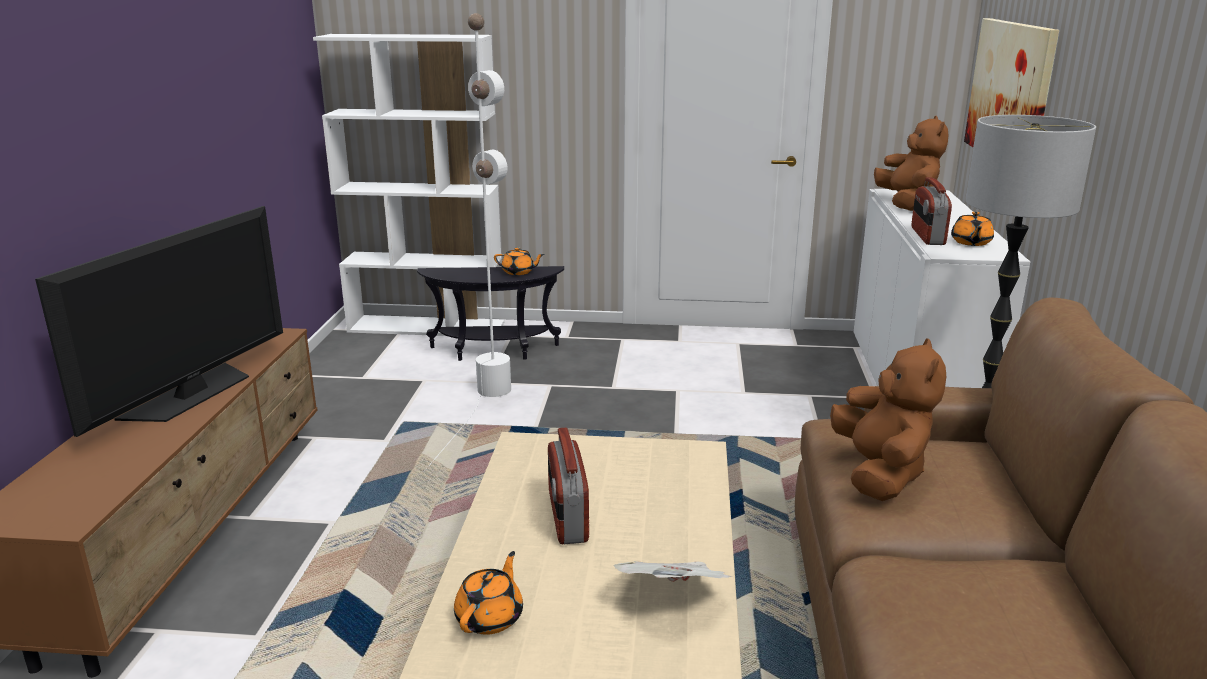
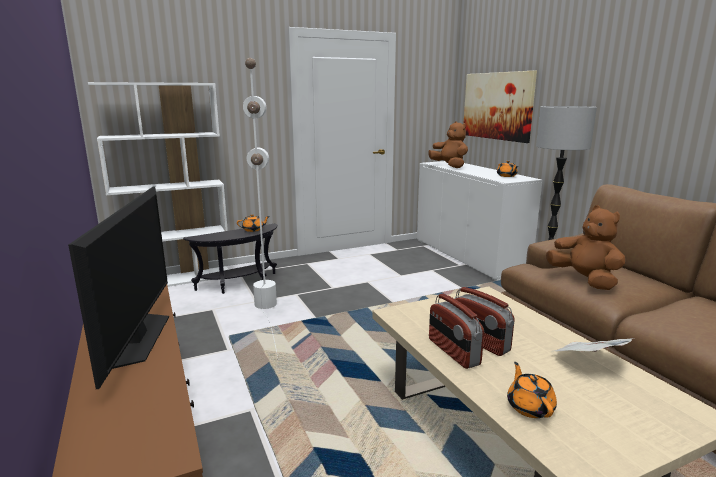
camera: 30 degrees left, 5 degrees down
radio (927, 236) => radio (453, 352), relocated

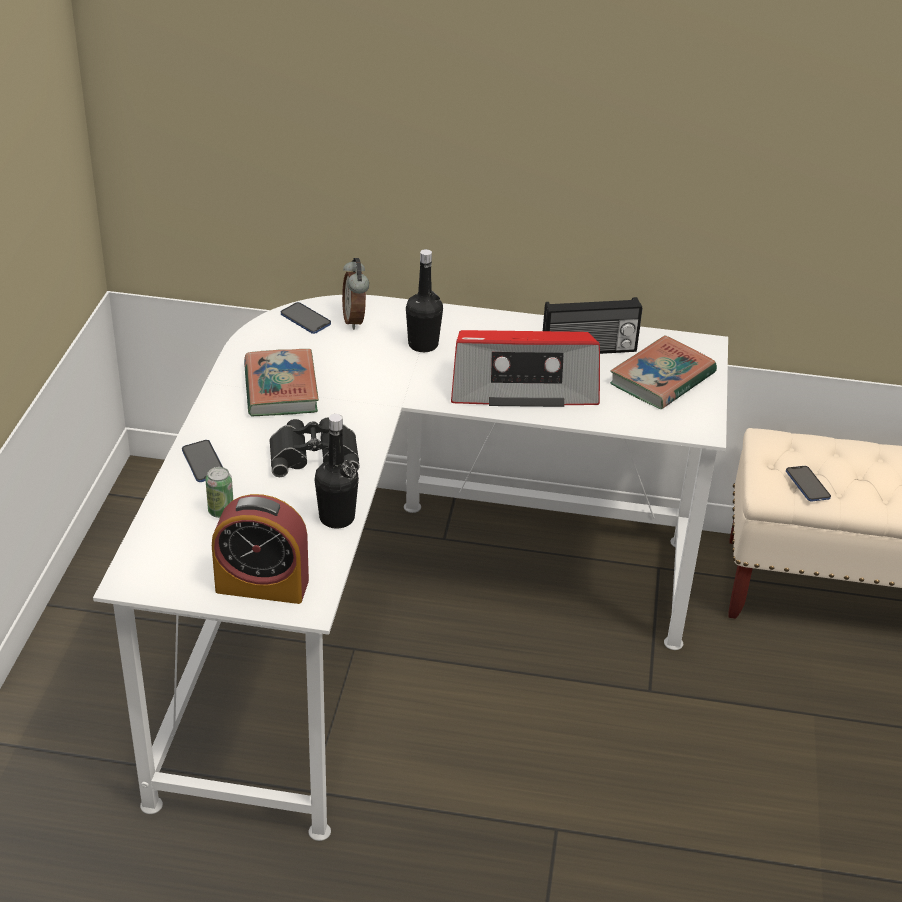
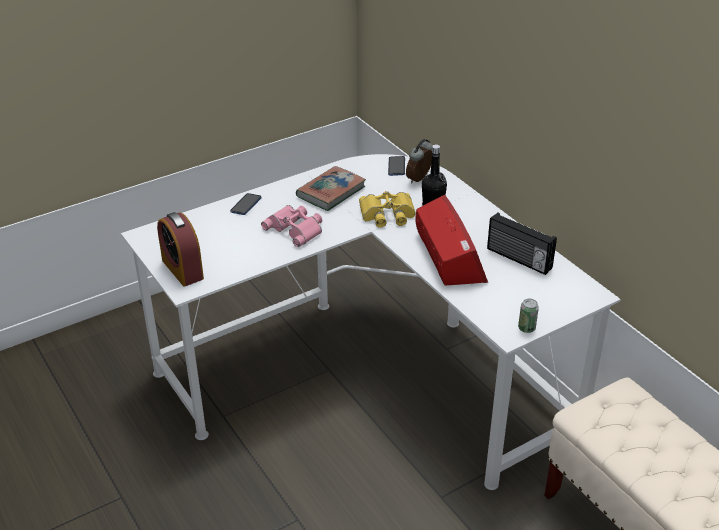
camera: 50 degrees right, 0 degrees up
radio (523, 385) => radio (449, 256), 150 degrees counterclockwise
book (662, 379) => nothing
black bottle (337, 518) => nothing
black binoculars (314, 453) => pink binoculars (296, 228)
phone (807, 485) => nothing
can (221, 511) => can (526, 328), relocated
nothing => yellow binoculars (387, 215)

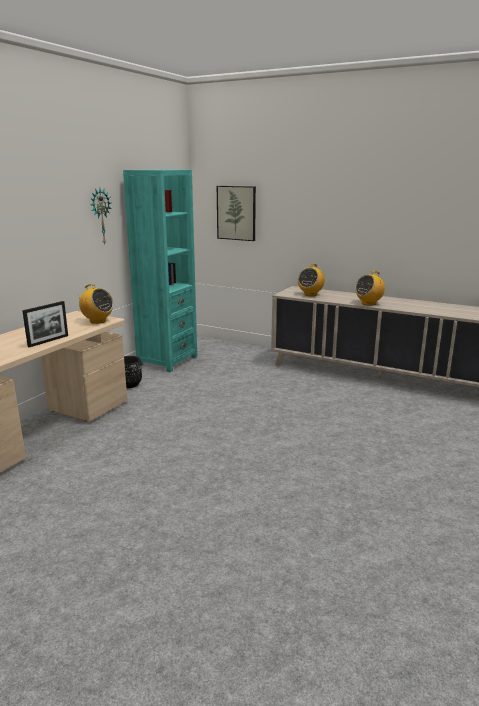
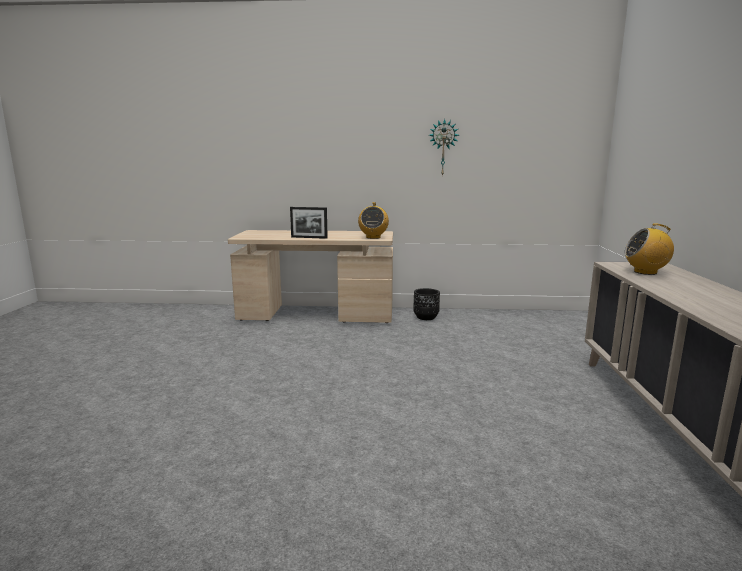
camera: 65 degrees right, 5 degrees down
turquoise bookcase (167, 361) => nothing
picture (236, 213) => nothing
radio (368, 303) => nothing

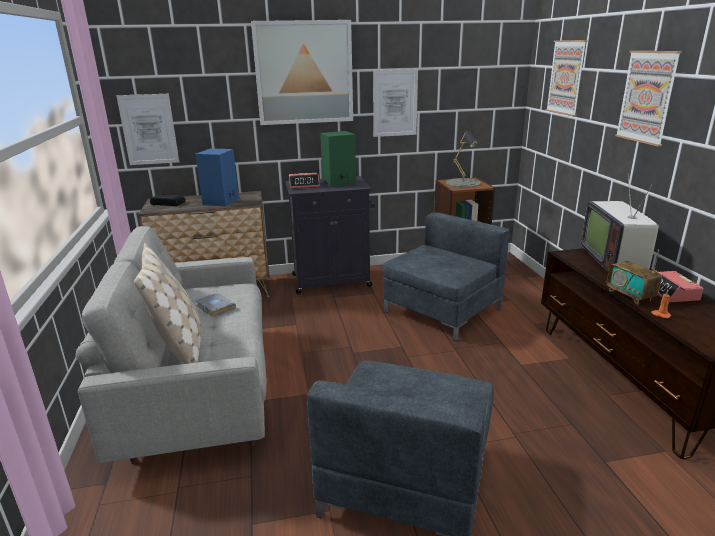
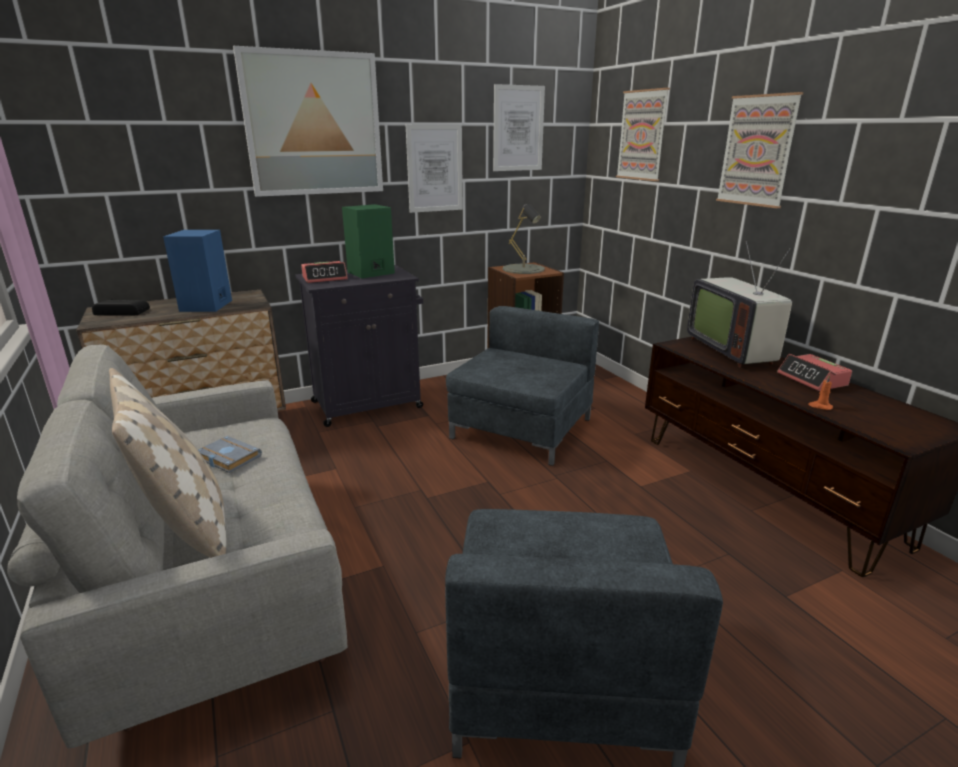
camera: 15 degrees left, 0 degrees up
picture (149, 129) => picture (518, 128), relocated
radio (630, 295) => nothing

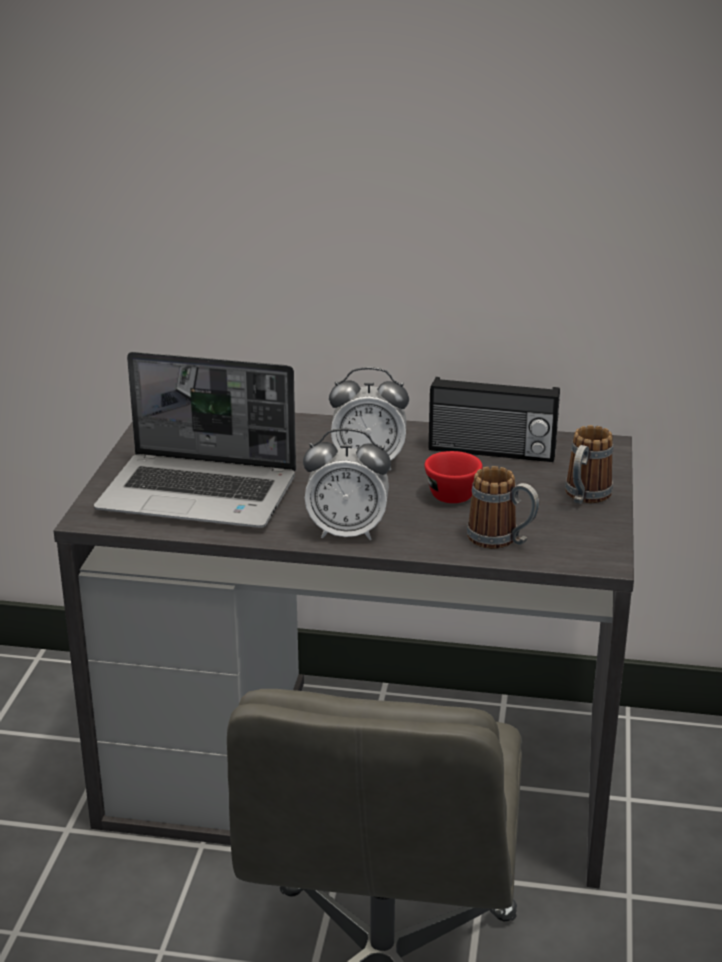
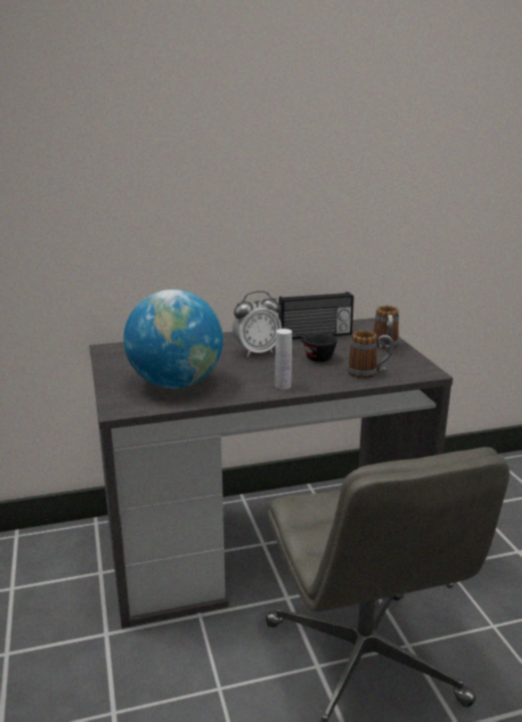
camera: 25 degrees left, 5 degrees down
laptop (201, 494) => globe (176, 384)
alarm clock (347, 532) => white bottle (283, 386)
red cup (449, 492) => black cup (315, 357)

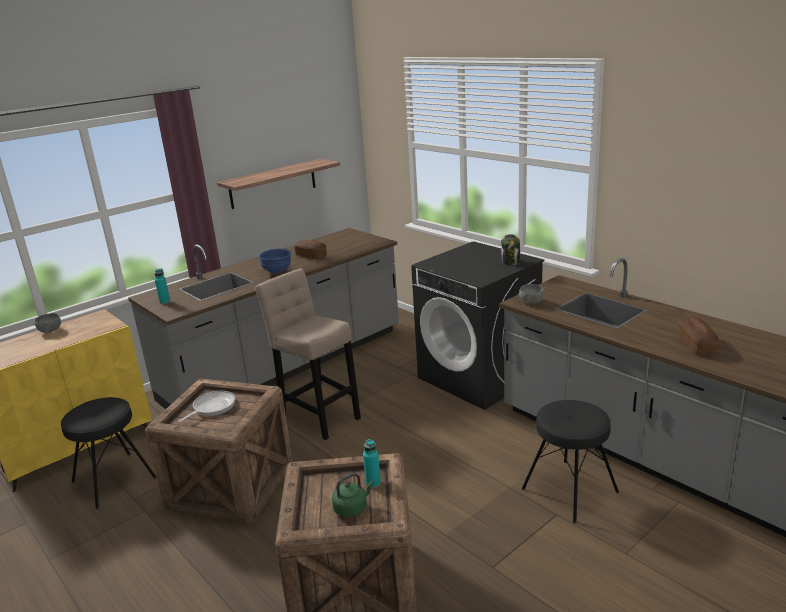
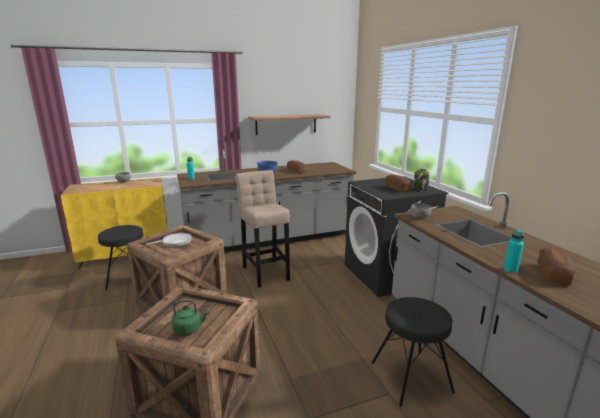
camera: 20 degrees right, 5 degrees down
turquoise bottle (373, 483) => turquoise bottle (510, 270), relocated
nothing => bread (397, 188)

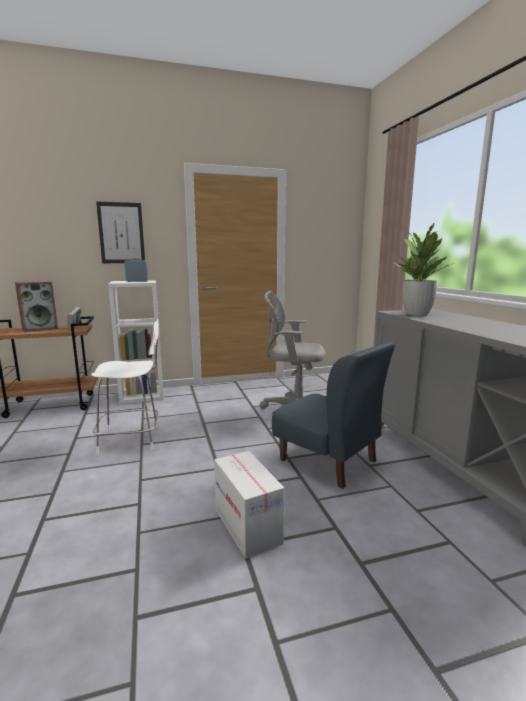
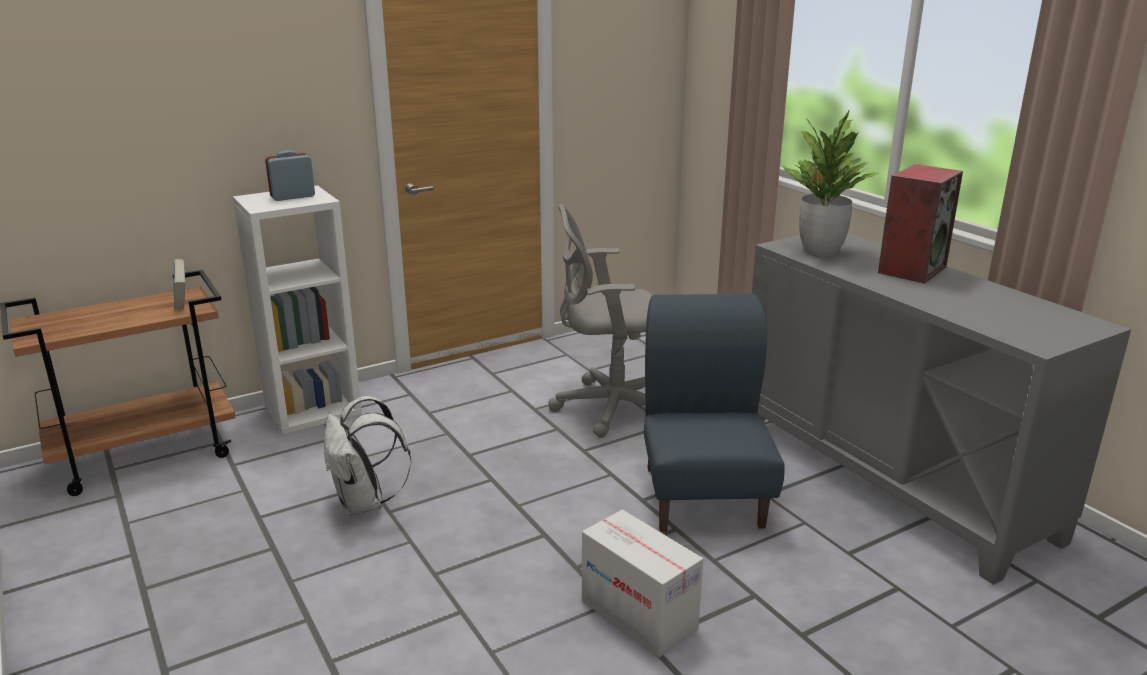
camera: 15 degrees left, 10 degrees up
picture (121, 233) => nothing
speaker (40, 328) => speaker (911, 269), relocated
white chair (132, 439) => white backpack (365, 504)
blue chair (328, 460) => blue chair (704, 495), 120 degrees counterclockwise

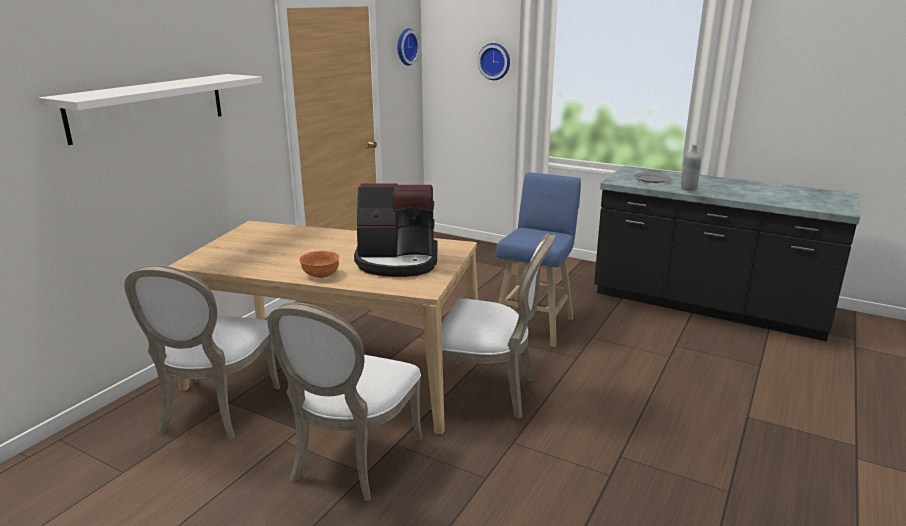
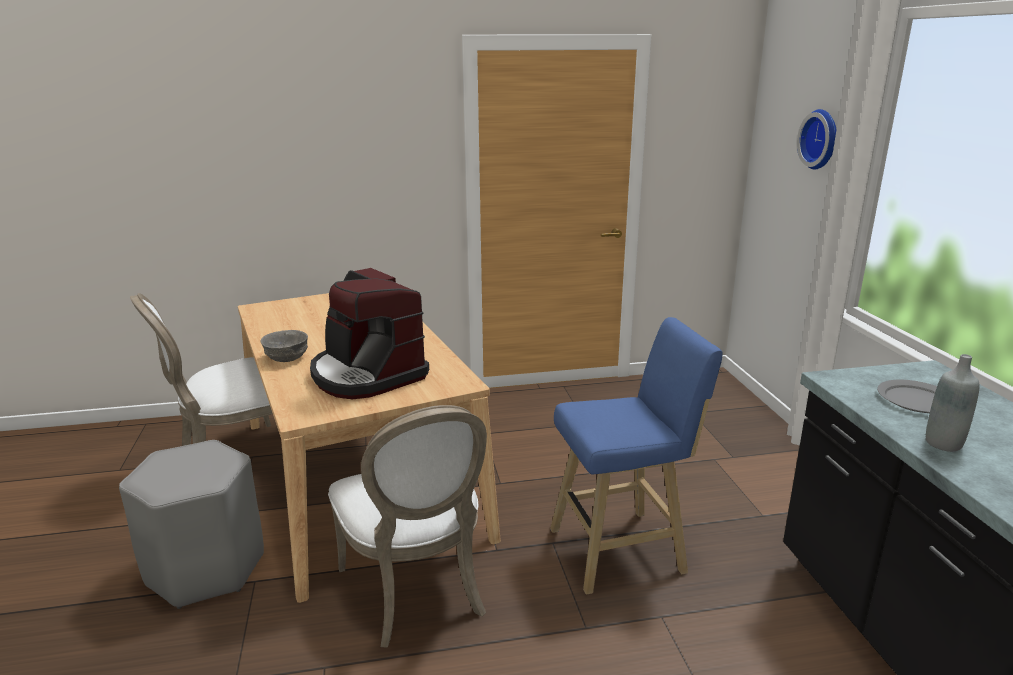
camera: 50 degrees right, 0 degrees up
wall clock (405, 47) => nothing
white shelf (148, 106) => nothing
orange bowl (321, 274) => grey bowl (287, 358)
white chair (351, 461) => grey stool (205, 569)

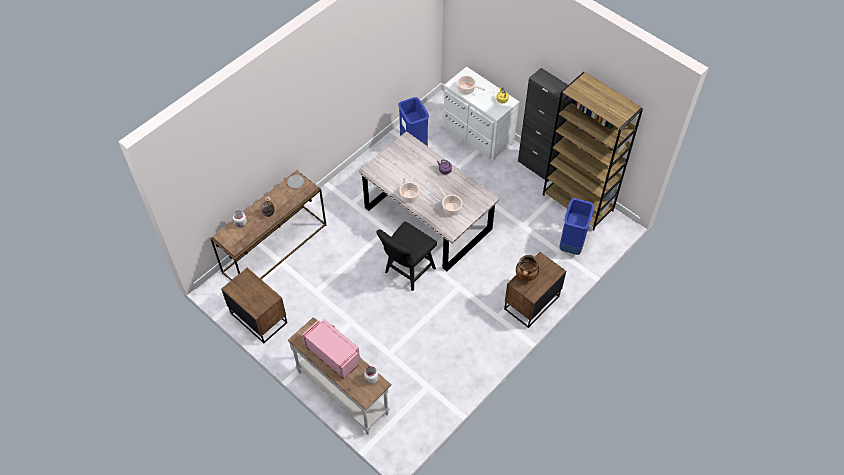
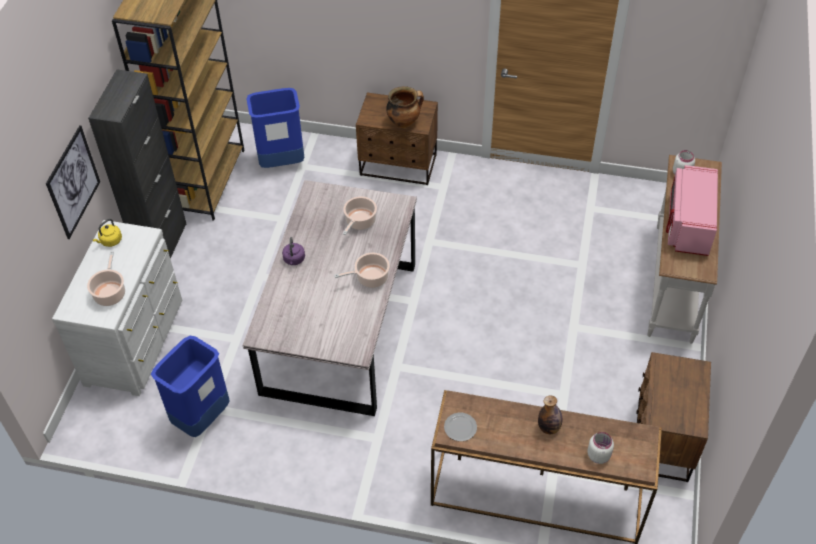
camera: 120 degrees left, 5 degrees down
black chair (407, 272) => nothing
nothing => picture (73, 182)

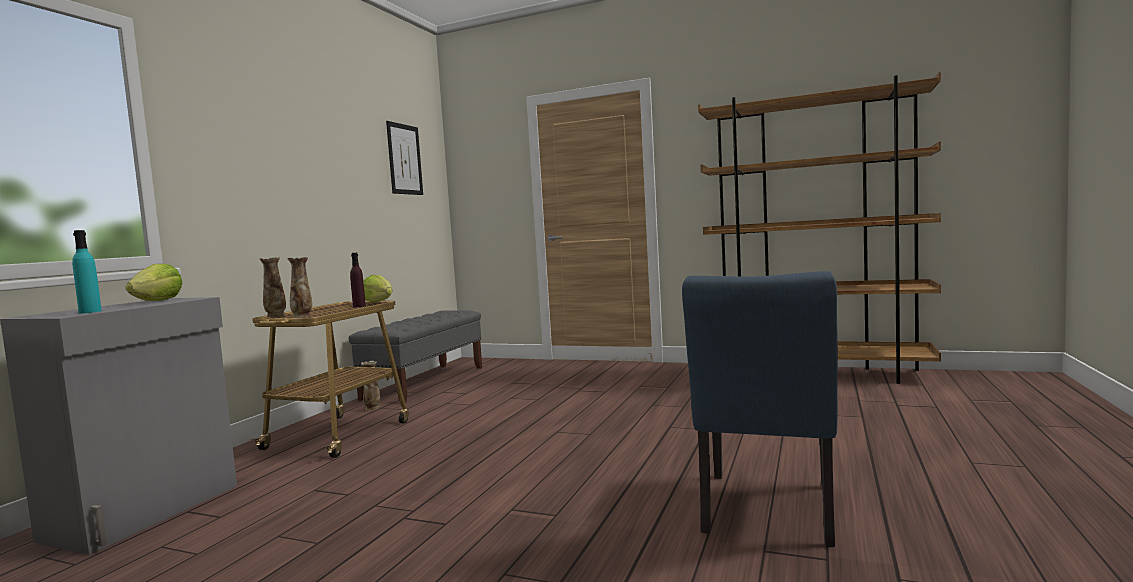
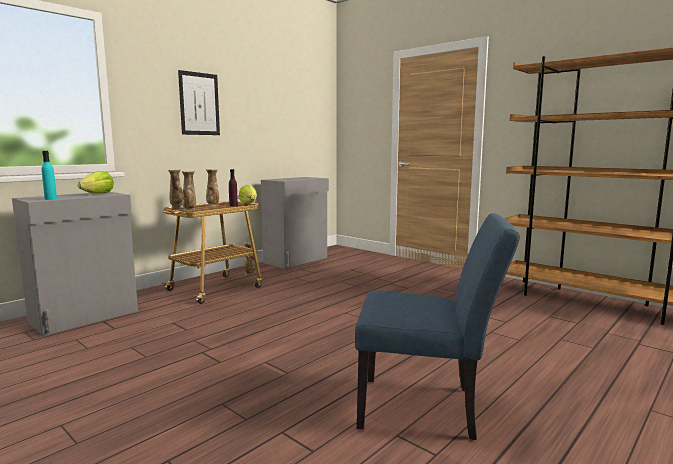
camera: 20 degrees right, 5 degrees up
picture (404, 159) => picture (199, 104), relocated
blue chair (766, 513) => blue chair (428, 408), 120 degrees counterclockwise
grey bench (425, 382) => grey cabinet (297, 260)
nothing => vase (213, 206)

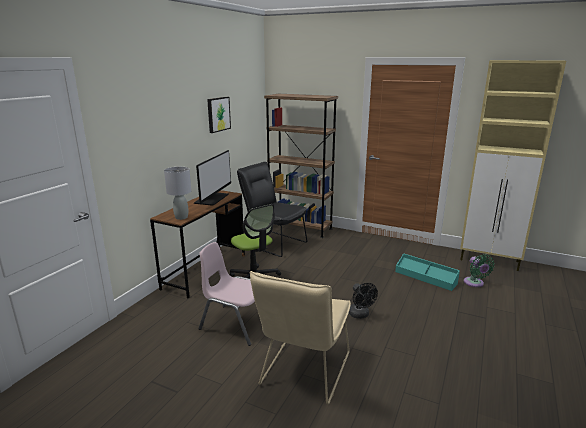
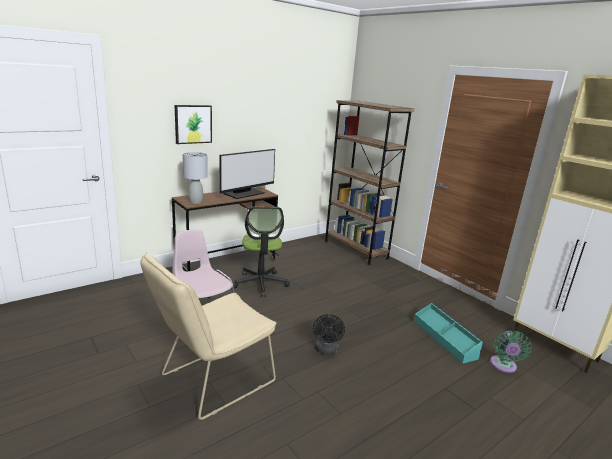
camera: 25 degrees right, 0 degrees up
picture (218, 114) => picture (193, 124), relocated
black chair (272, 242) => nothing

